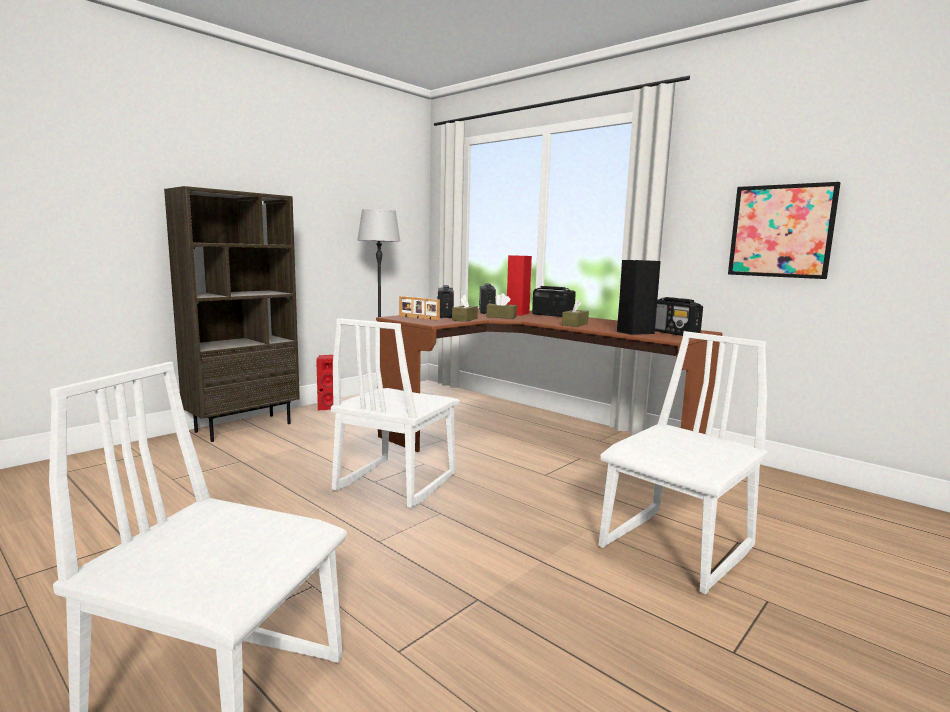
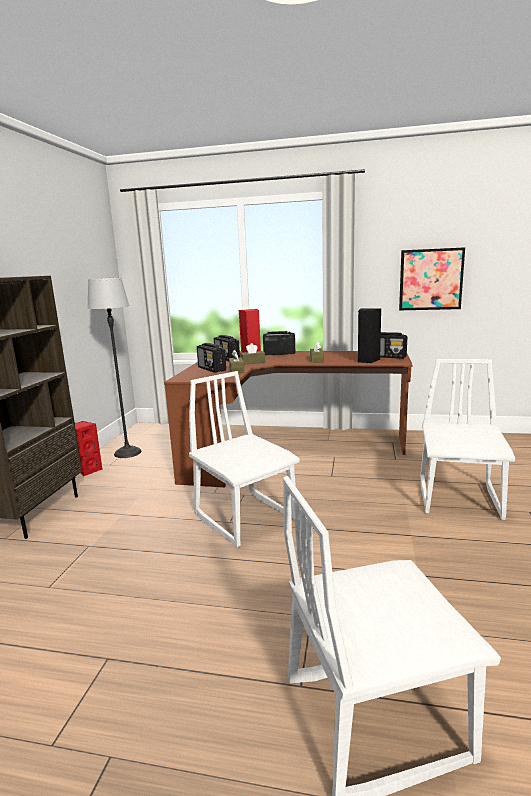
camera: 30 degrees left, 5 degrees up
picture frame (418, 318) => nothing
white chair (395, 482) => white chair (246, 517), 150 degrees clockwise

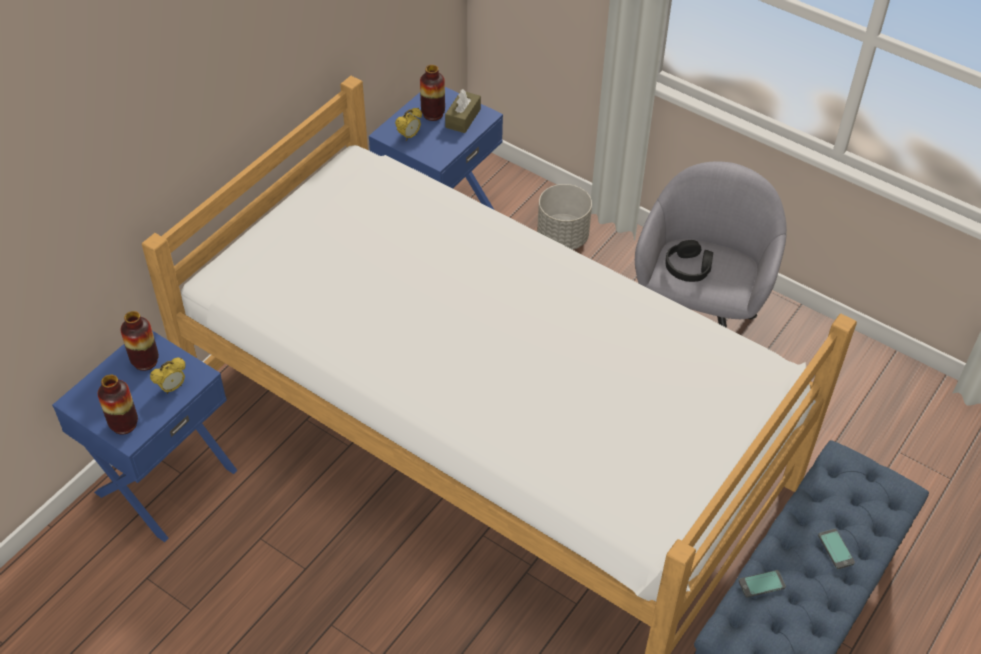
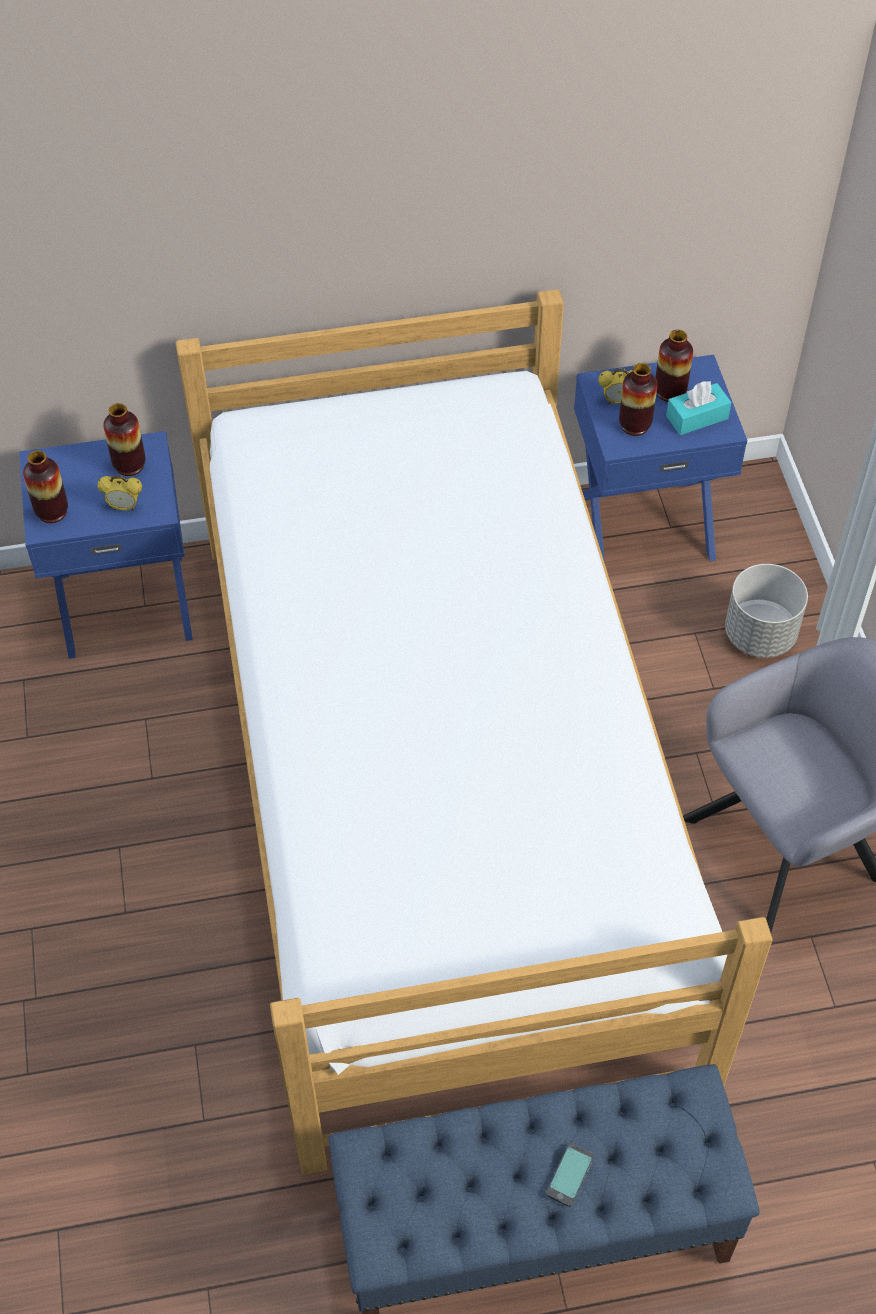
camera: 45 degrees right, 5 degrees up
brown tissue box (463, 118) => turquoise tissue box (697, 417)
black headphones (688, 267) => nothing
phone (762, 584) => nothing
nothing => vase (634, 425)

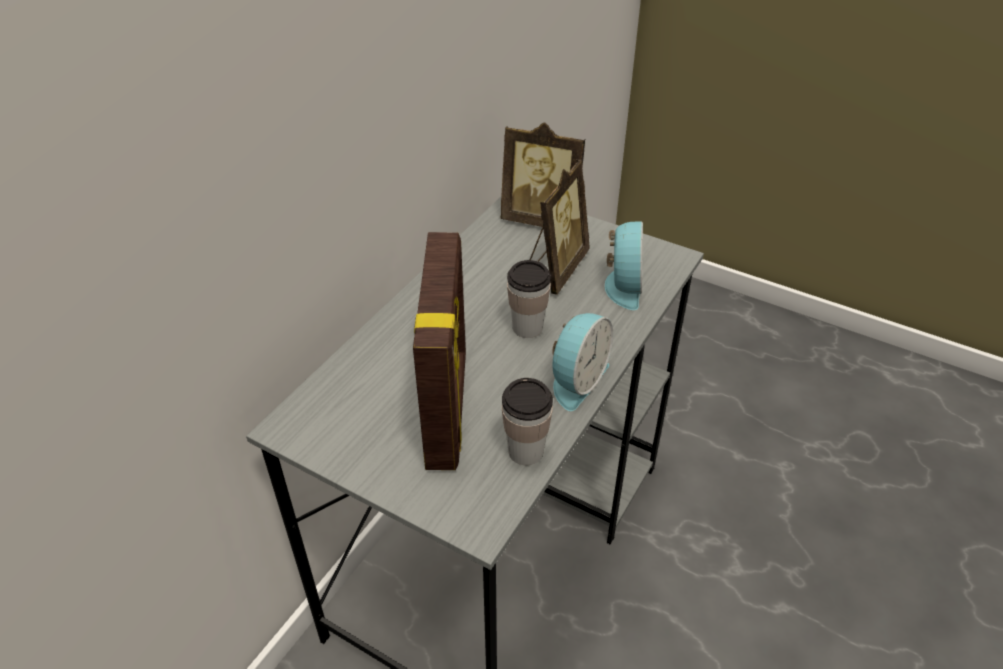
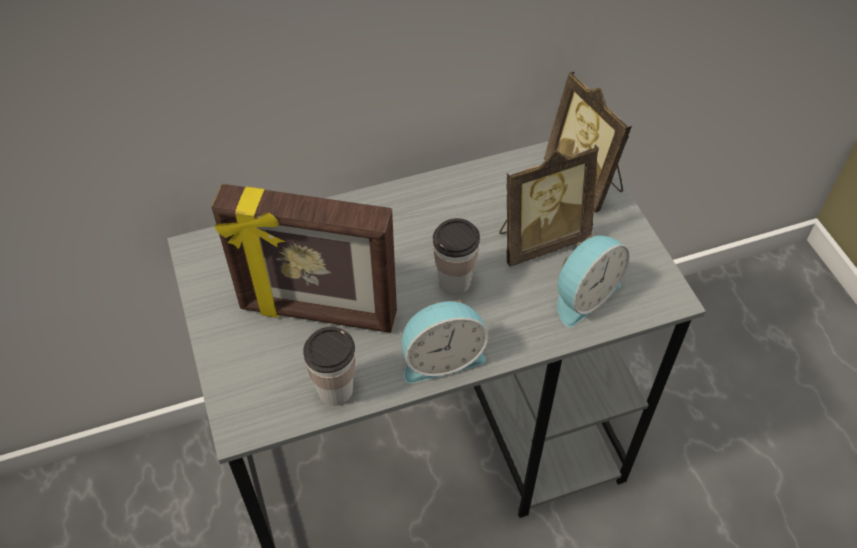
camera: 40 degrees right, 10 degrees up
picture frame (449, 409) => picture frame (318, 313), 60 degrees clockwise

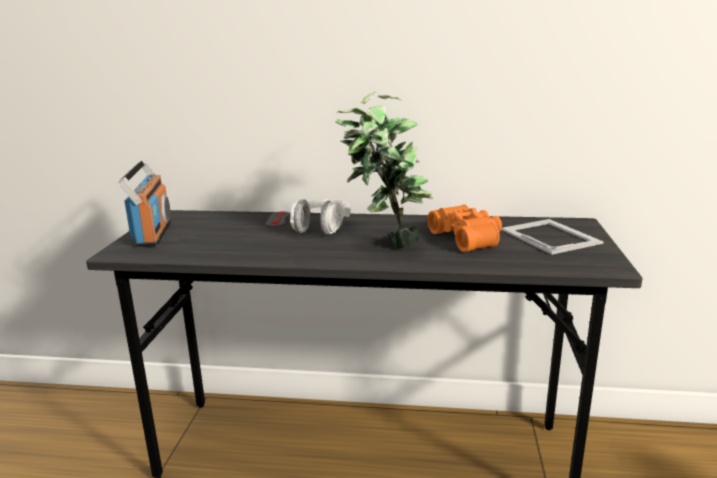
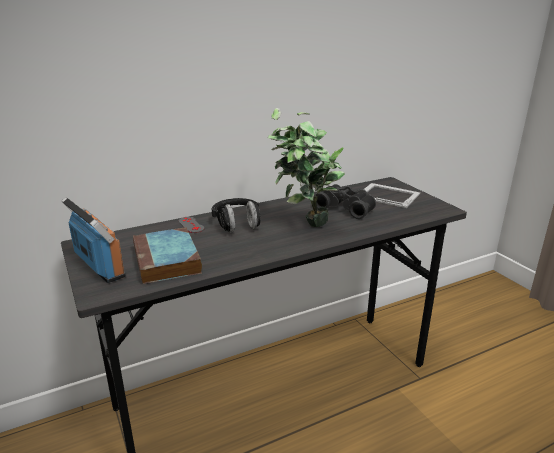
camera: 35 degrees left, 5 degrees up
white headphones (320, 228) => black headphones (237, 224)
orange binoculars (468, 238) => black binoculars (346, 208)
nothing => book (167, 261)

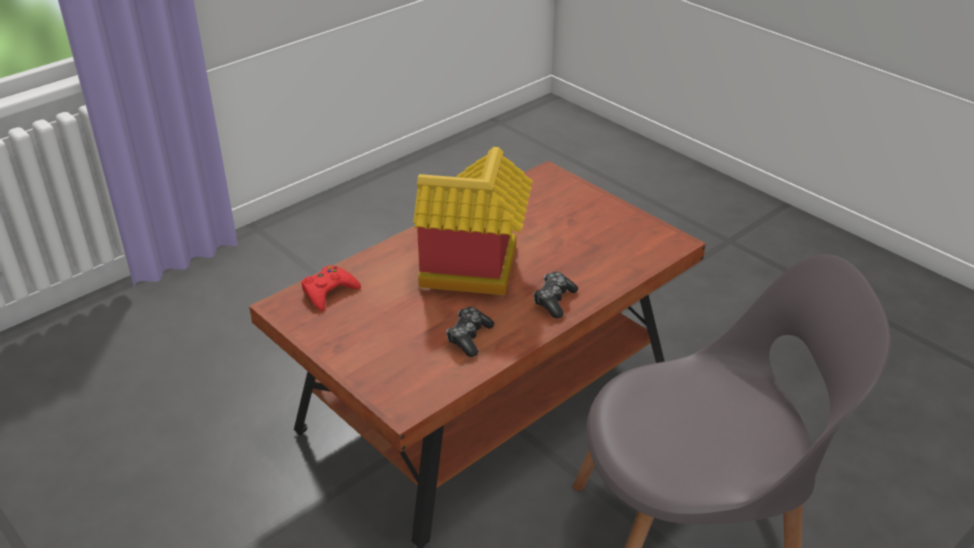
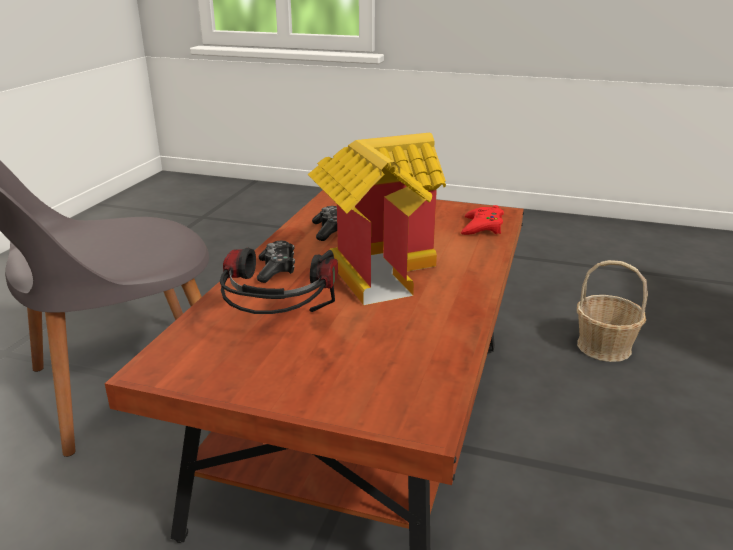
camera: 150 degrees right, 10 degrees down
nothing => headphones (277, 333)
nothing => basket (604, 347)

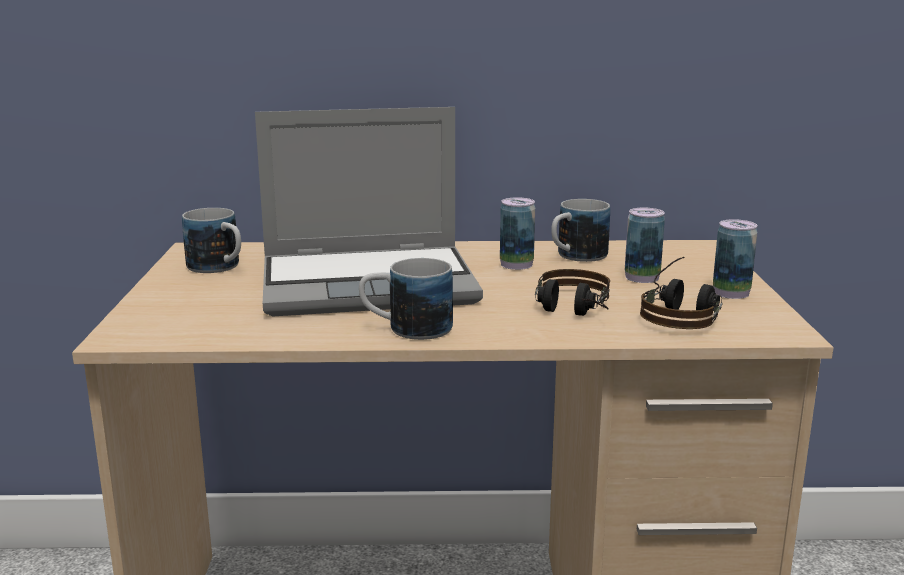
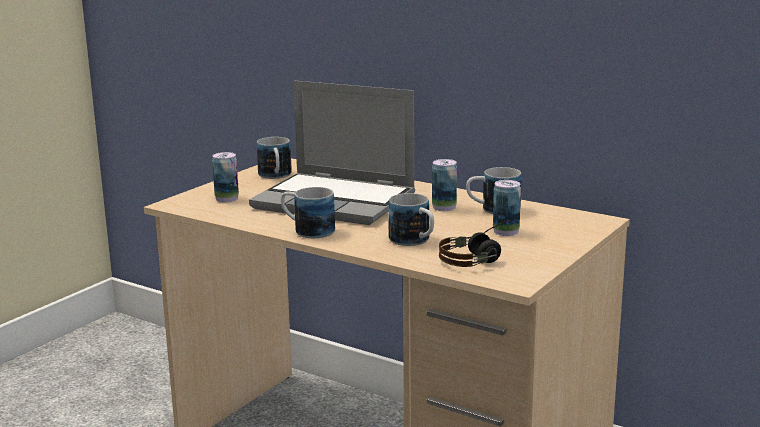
camera: 35 degrees right, 0 degrees up
can (731, 293) => can (227, 199), relocated
headphones (571, 312) => mug (414, 242)

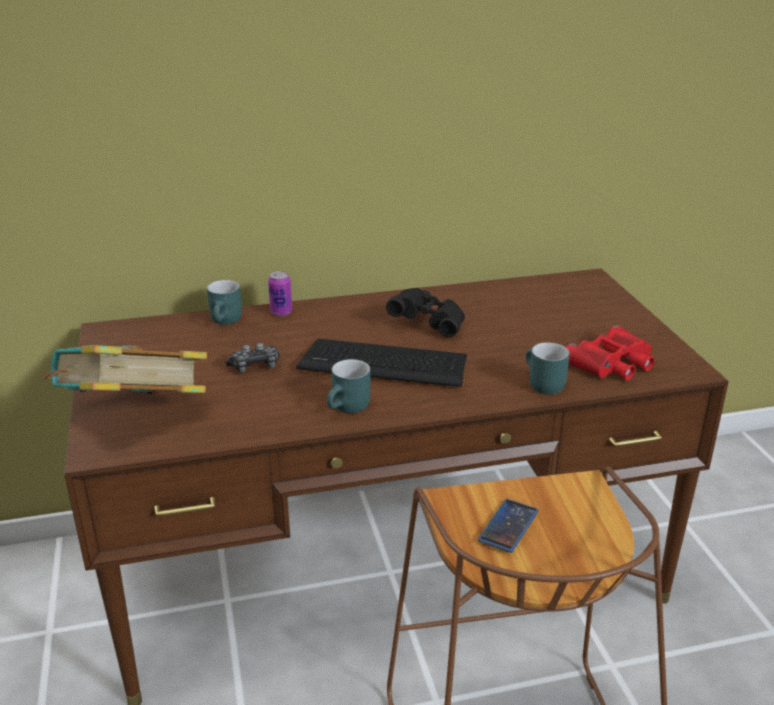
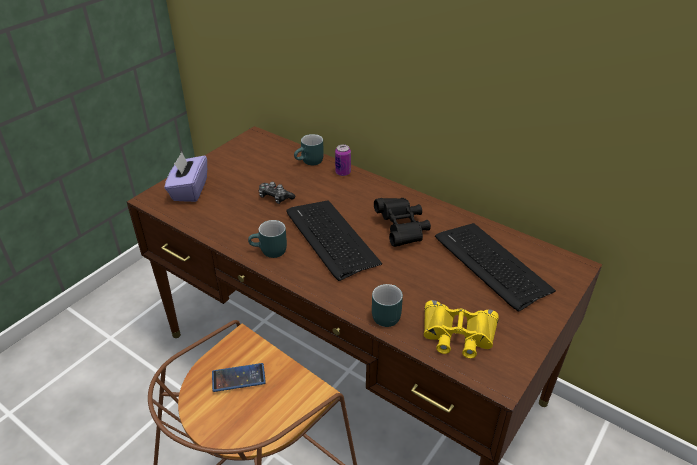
camera: 50 degrees right, 10 degrees up
red binoculars (612, 363) => yellow binoculars (458, 335)
book (133, 416) => purple tissue box (189, 190)
nothing => keyboard (491, 265)

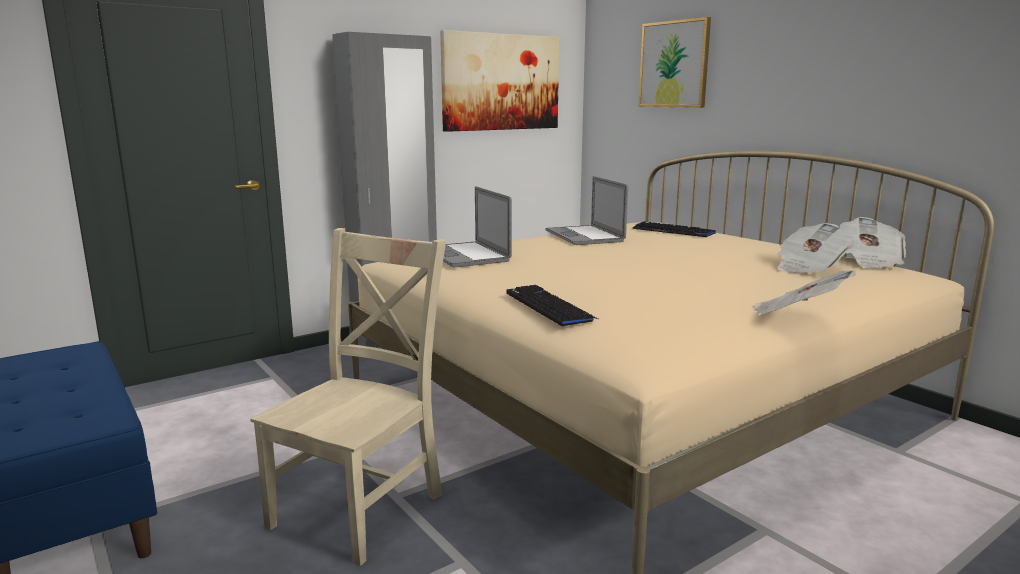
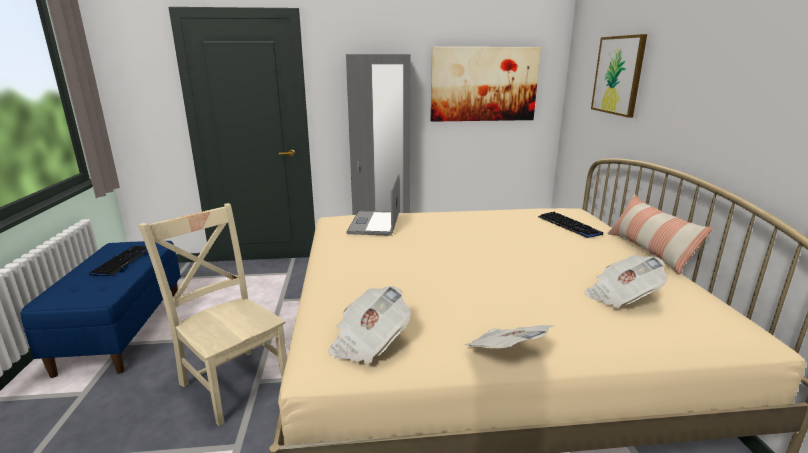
camera: 30 degrees right, 5 degrees up
laptop (584, 236) => nothing
newspaper (868, 261) => newspaper (368, 342), relocated
beige chair (362, 507) => beige chair (233, 382), 105 degrees counterclockwise
keyboard (549, 307) => keyboard (122, 261), relocated
nothing => pillow (649, 251)

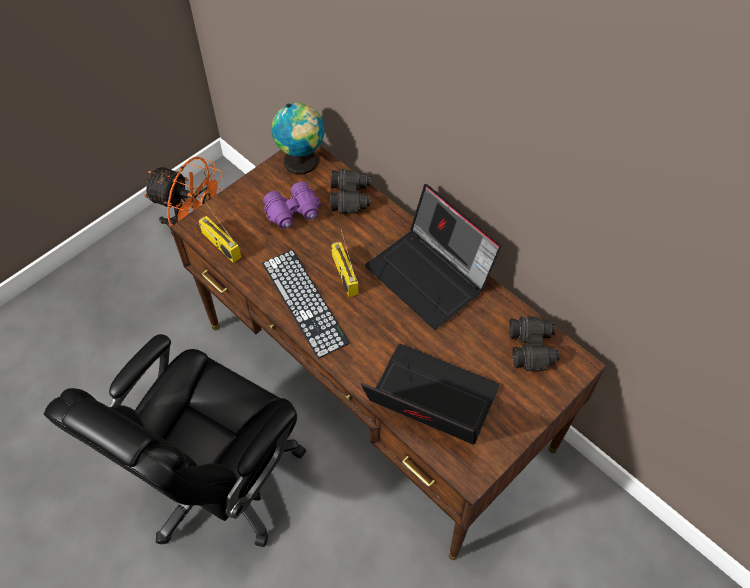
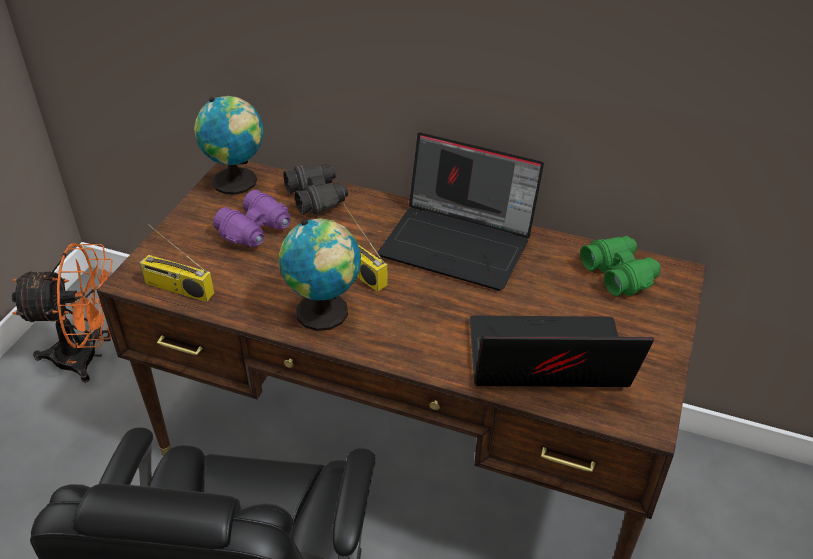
camera: 25 degrees left, 15 degrees down
keyboard (304, 302) => globe (325, 313)
black binoculars (532, 348) => green binoculars (619, 273)

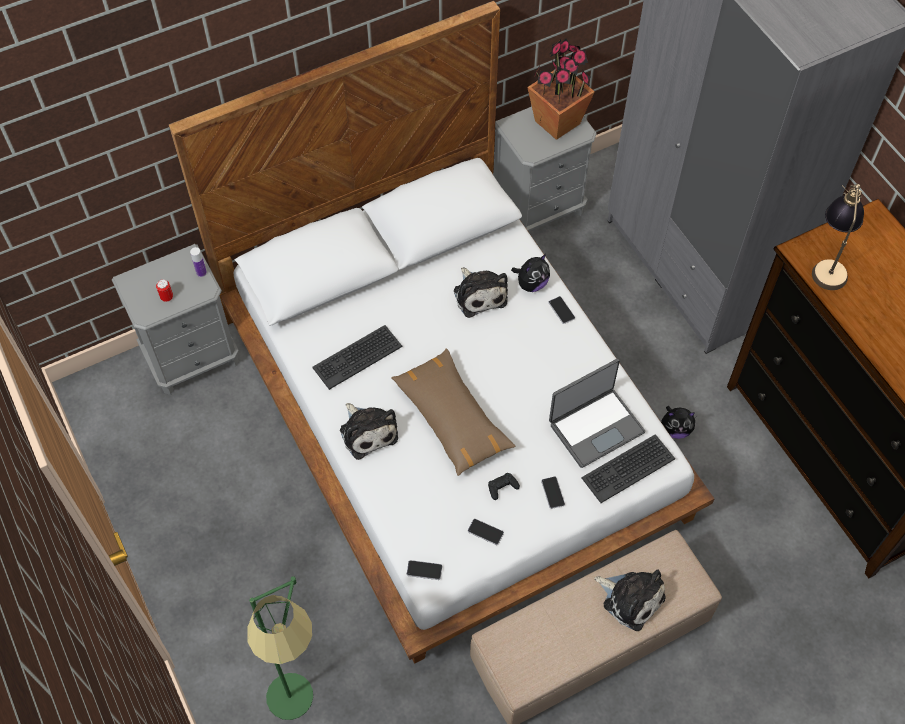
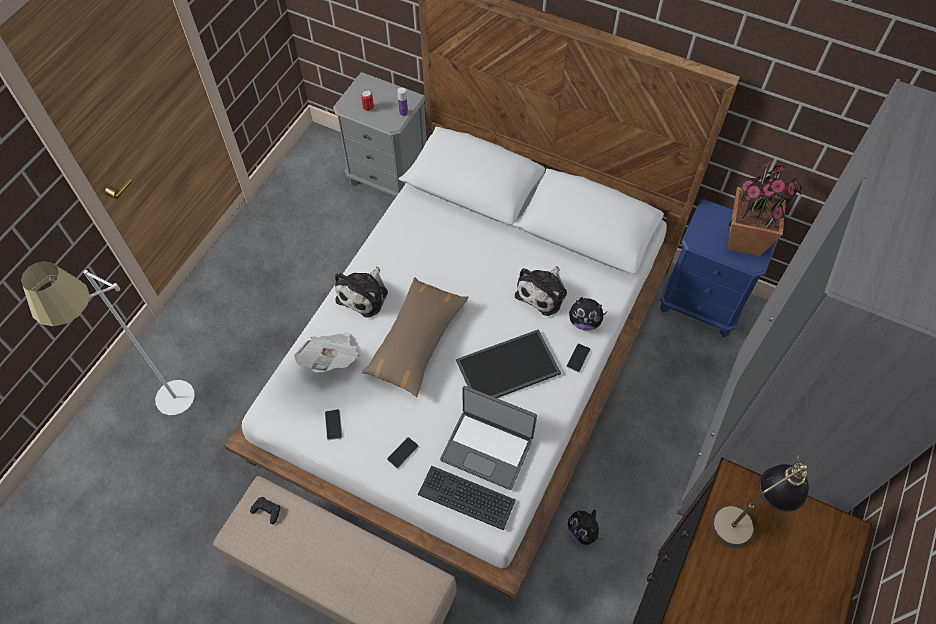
camera: 55 degrees right, 0 degrees up
grey nightstand (539, 208) => blue nightstand (701, 304)
keyboard (357, 356) => nothing
black game controller (502, 487) => black game controller (267, 511), relocated
phone (424, 570) => nothing
plush toy (630, 598) => nothing
green floor lamp (304, 711) => white floor lamp (169, 414)
nothing => tray (507, 369)
nothing => newspaper (331, 359)

